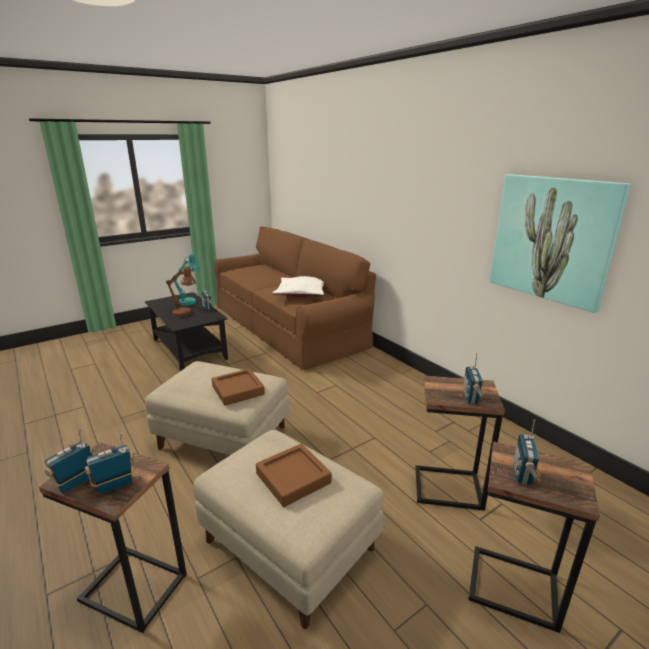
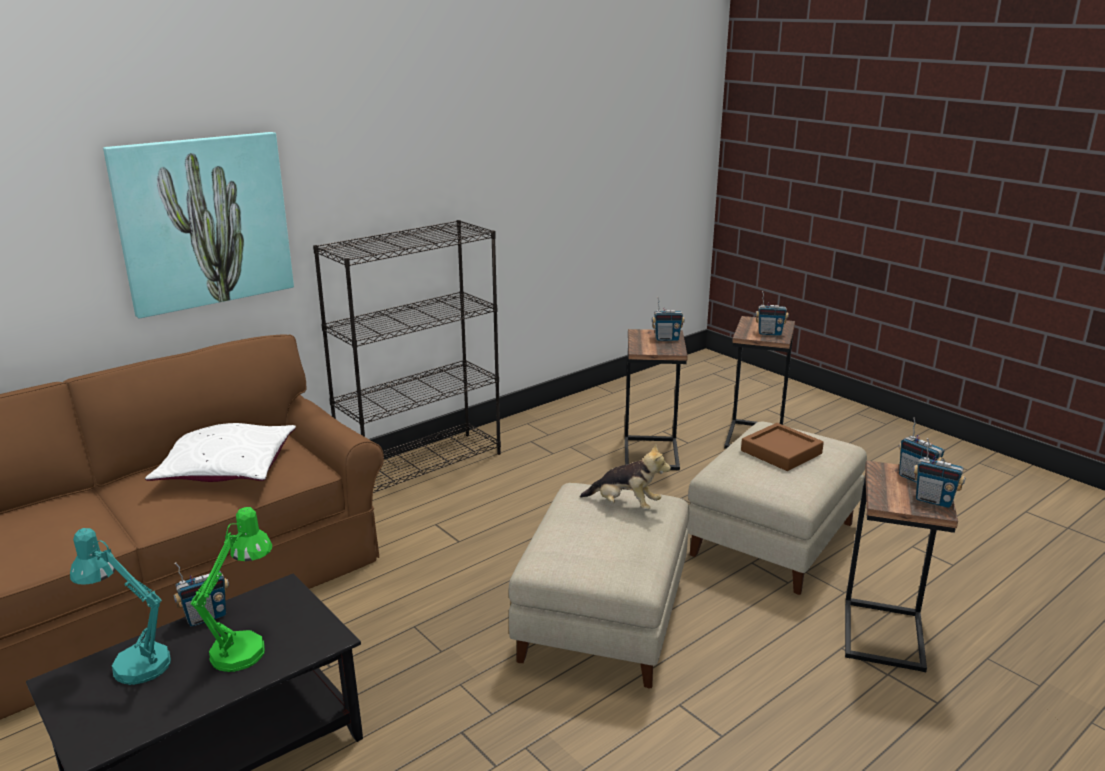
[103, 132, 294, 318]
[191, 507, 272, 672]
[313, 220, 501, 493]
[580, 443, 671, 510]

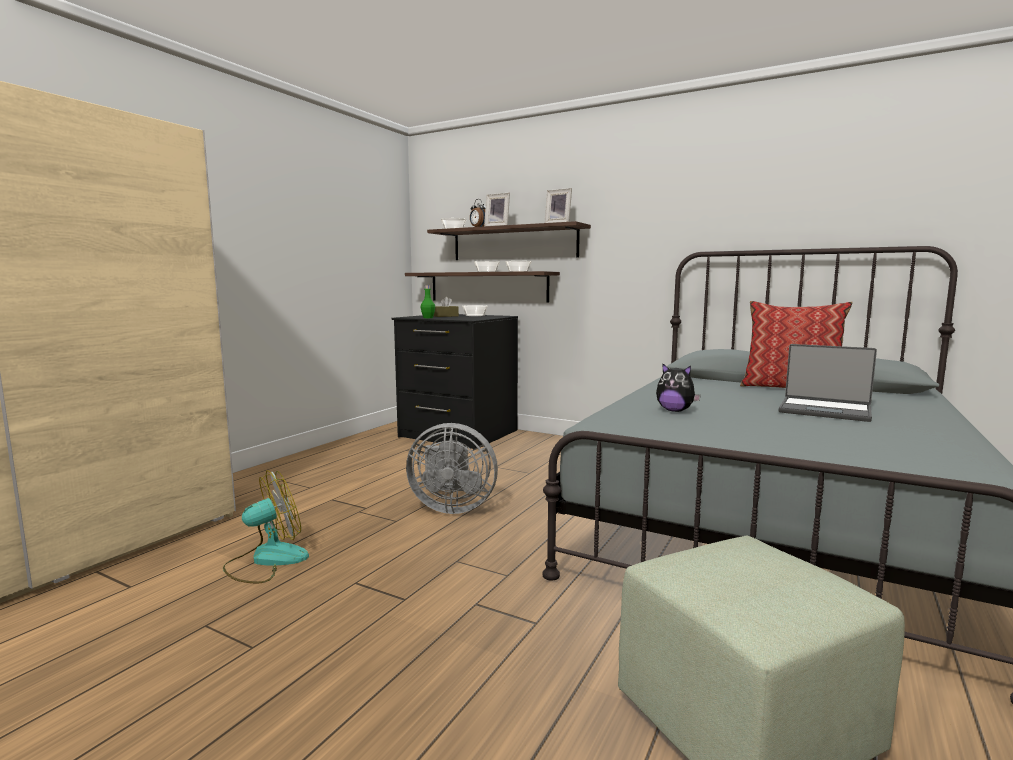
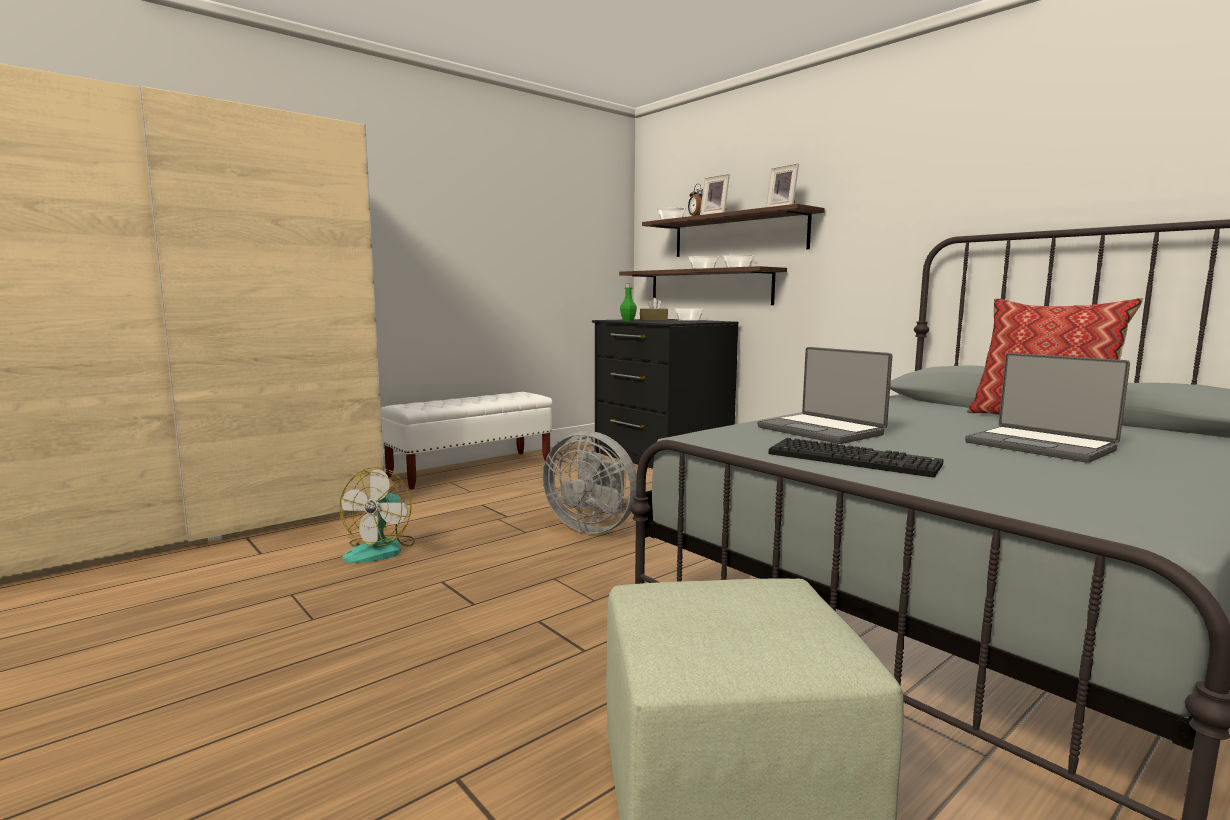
[339, 467, 415, 563]
[381, 392, 552, 490]
[757, 347, 892, 444]
[769, 438, 944, 478]

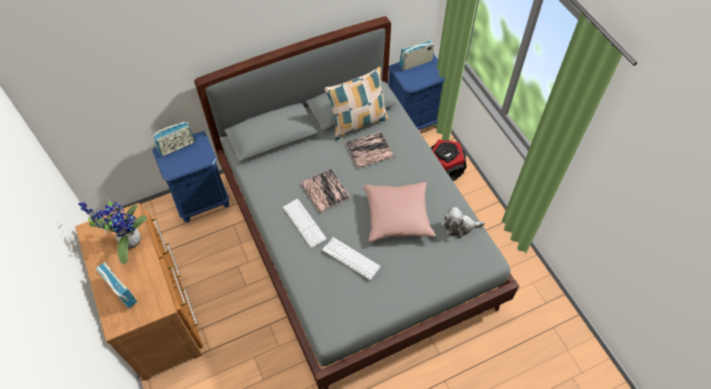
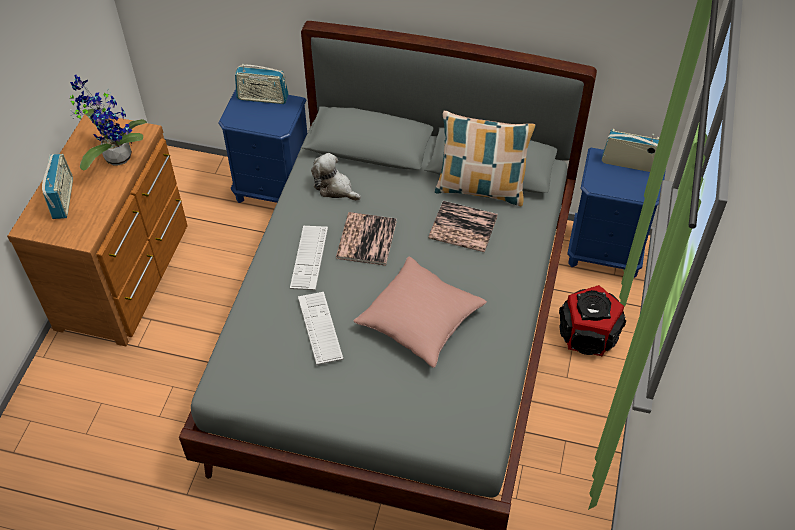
[311, 153, 361, 201]

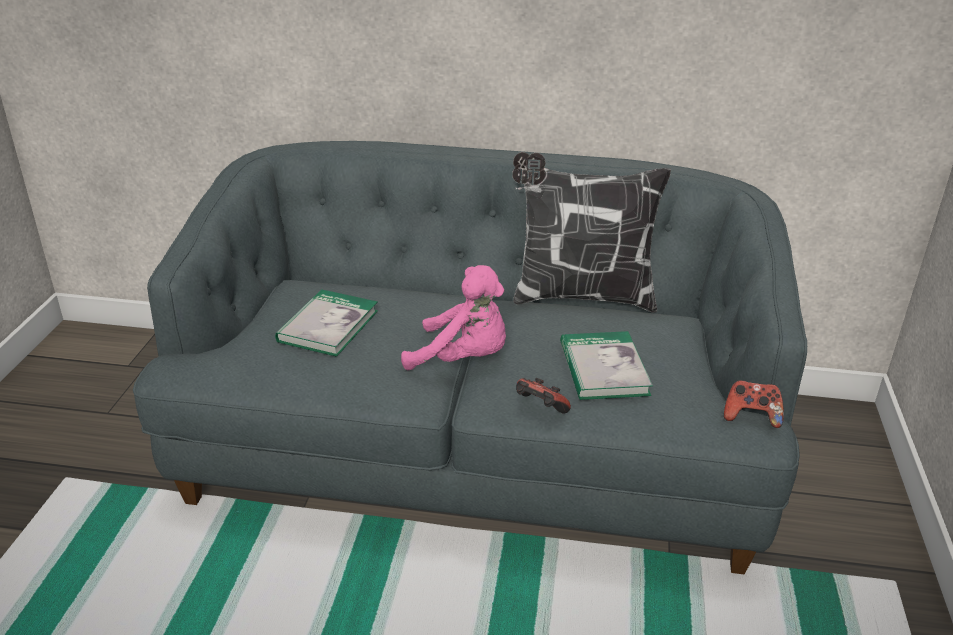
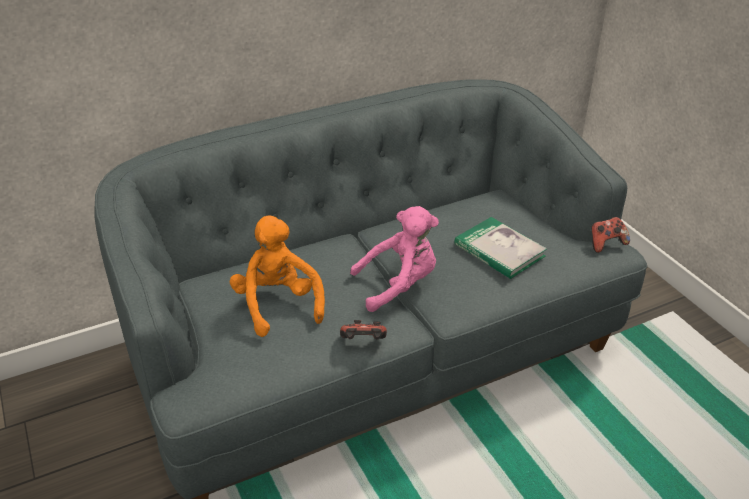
[230, 215, 325, 337]
[340, 320, 387, 340]
[512, 152, 671, 313] (first image)

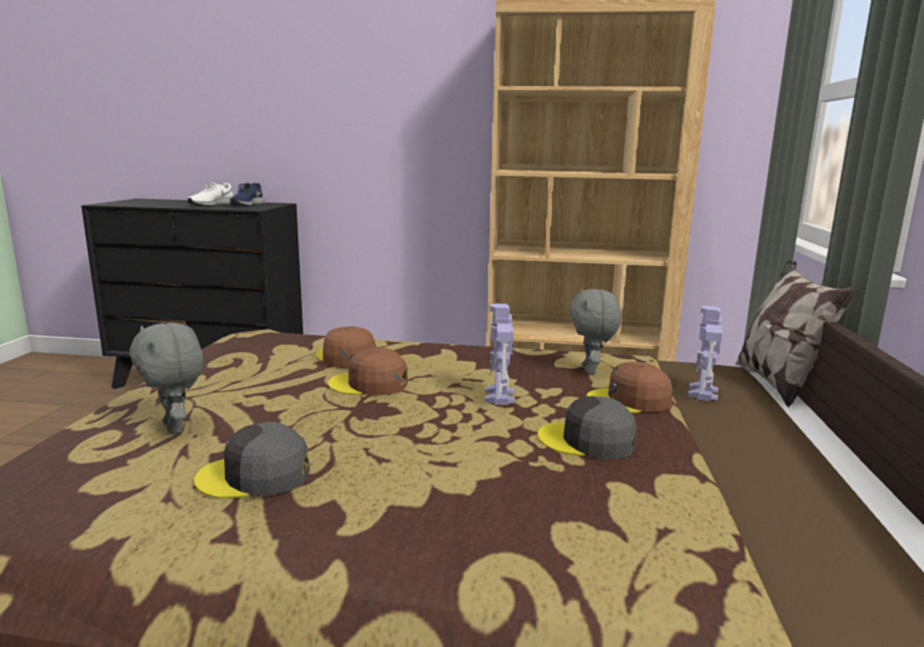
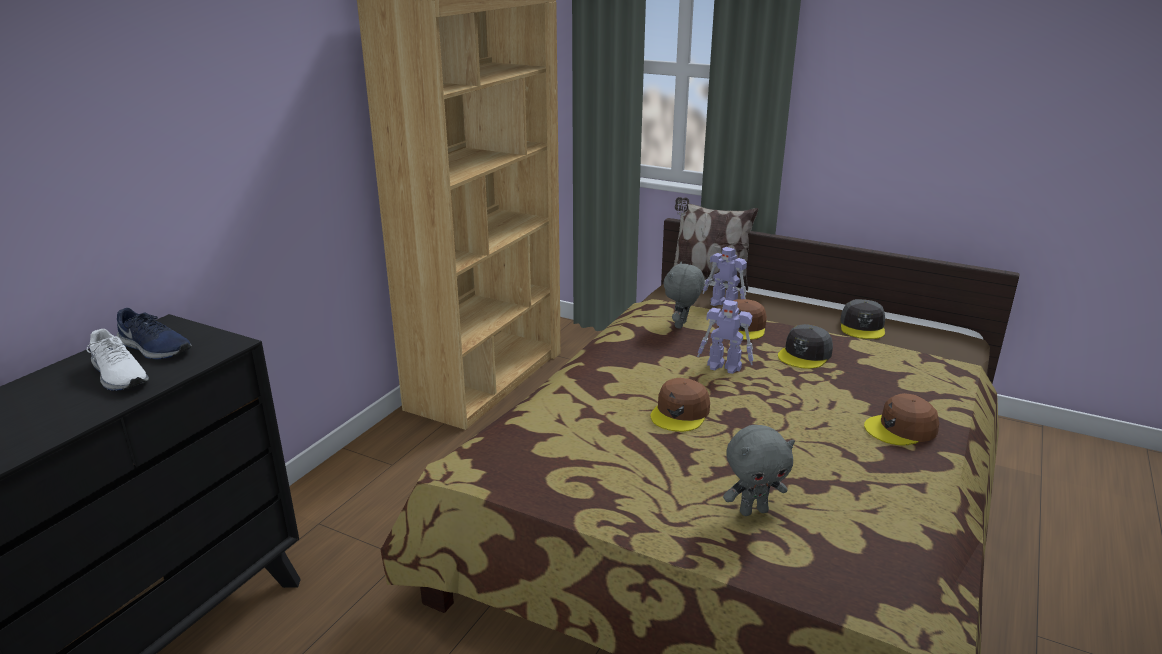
[664, 262, 705, 329]
[840, 299, 885, 339]
[864, 393, 939, 446]

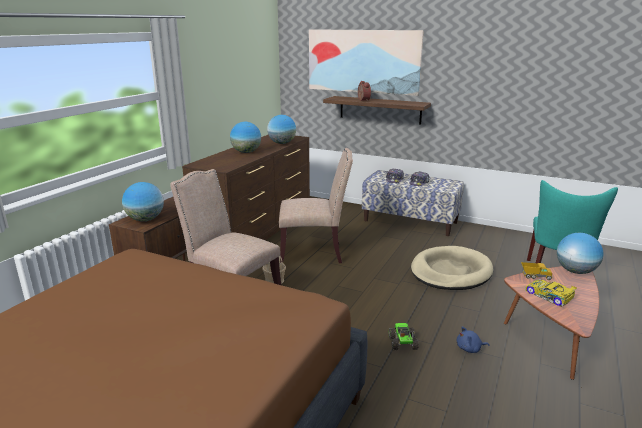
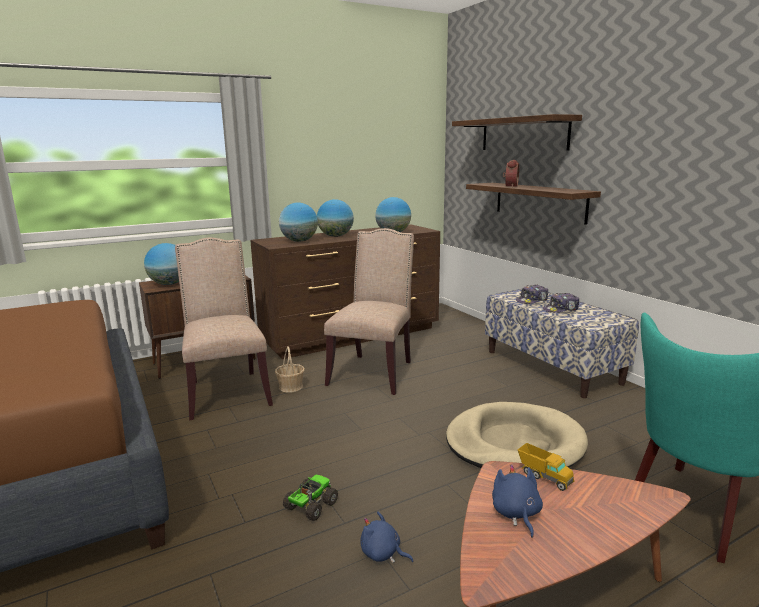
[279, 203, 318, 242]
[324, 228, 414, 395]
[452, 114, 582, 150]
[492, 465, 543, 538]

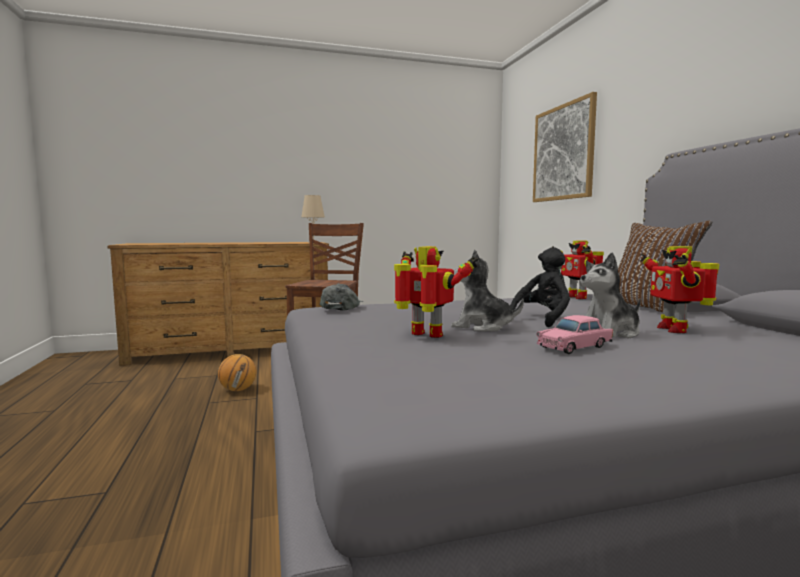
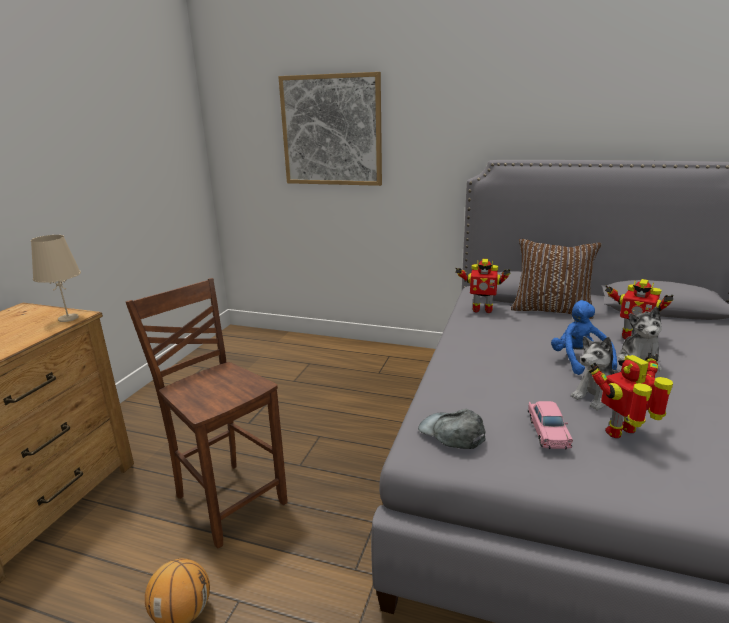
[528, 401, 573, 449]
[551, 300, 617, 375]

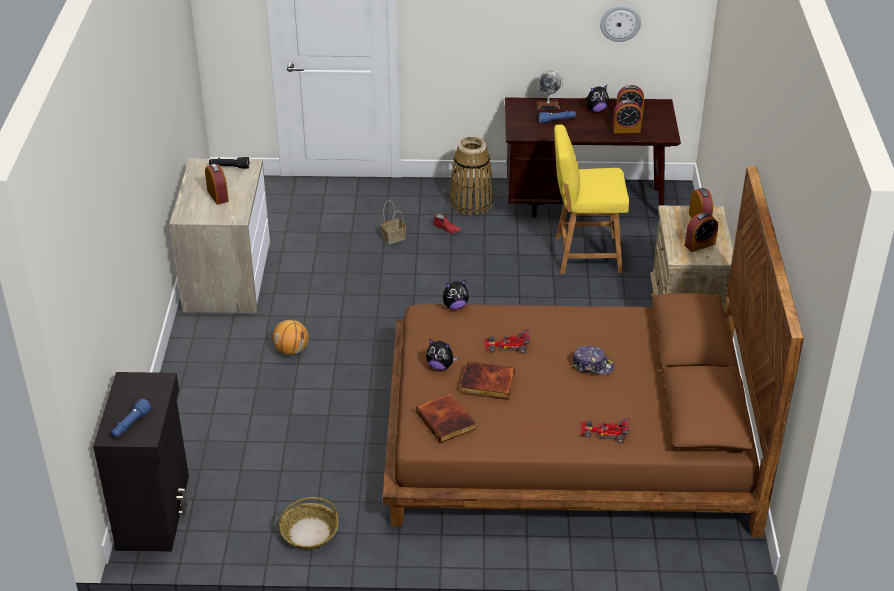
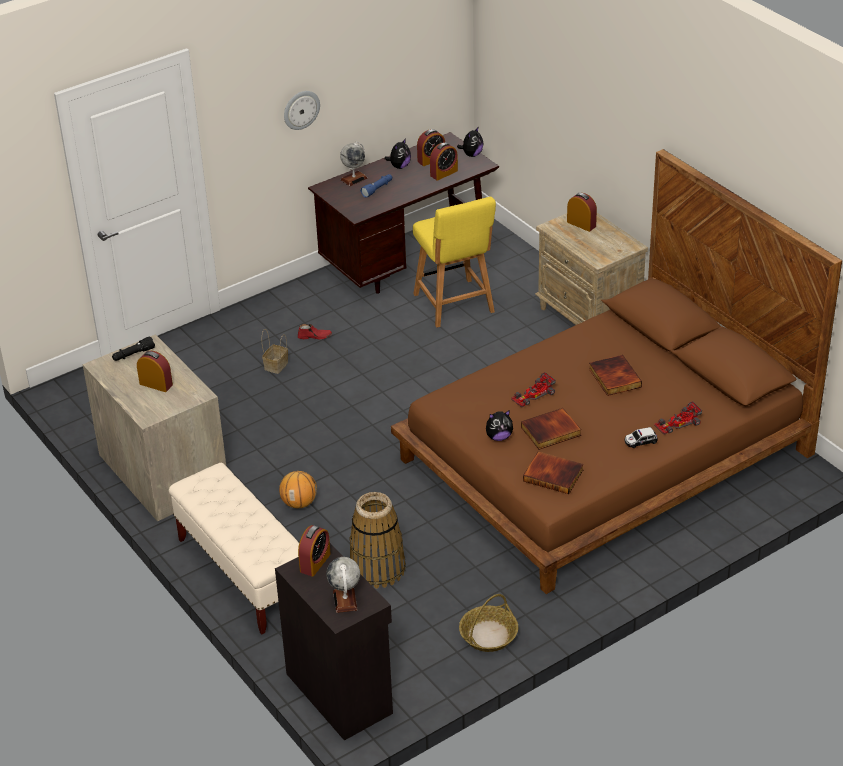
[169, 463, 299, 634]
[284, 91, 320, 130]
[298, 525, 331, 577]
[326, 557, 360, 613]
[349, 492, 406, 589]
[413, 197, 496, 327]
[457, 127, 483, 157]
[589, 355, 642, 396]
[625, 427, 657, 448]

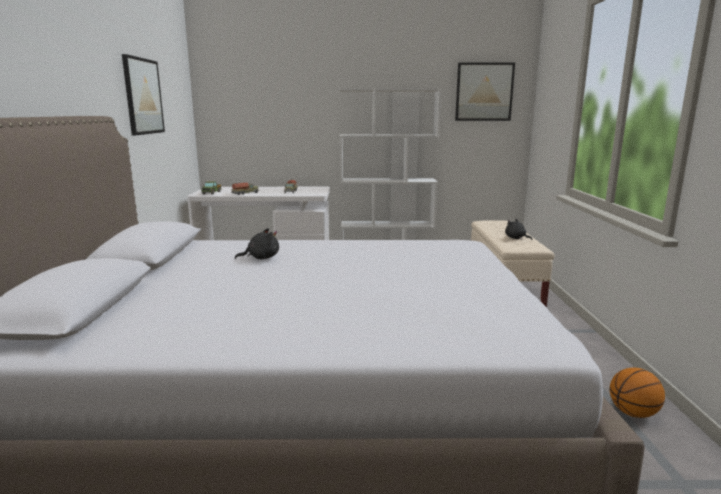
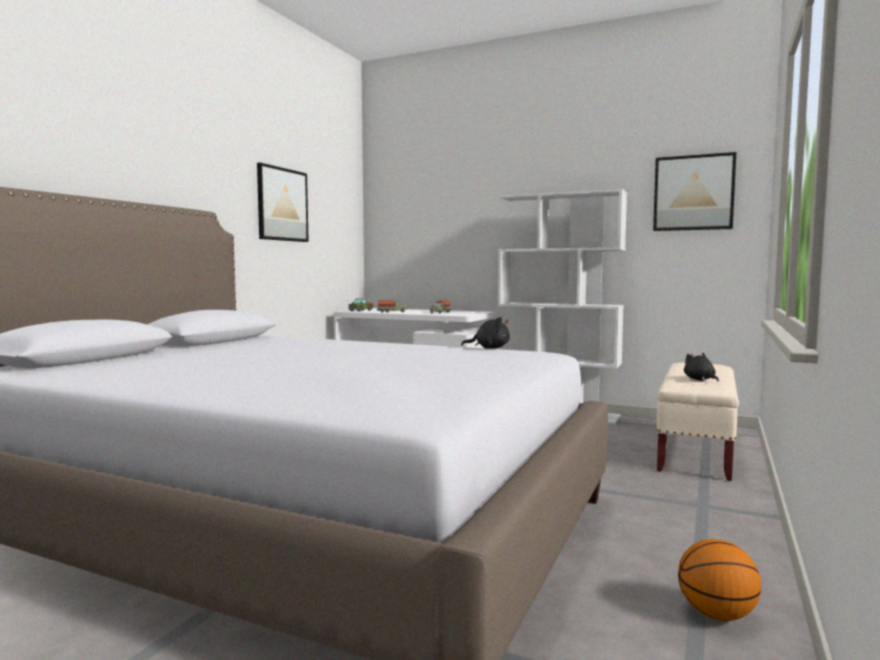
[461, 317, 510, 349]

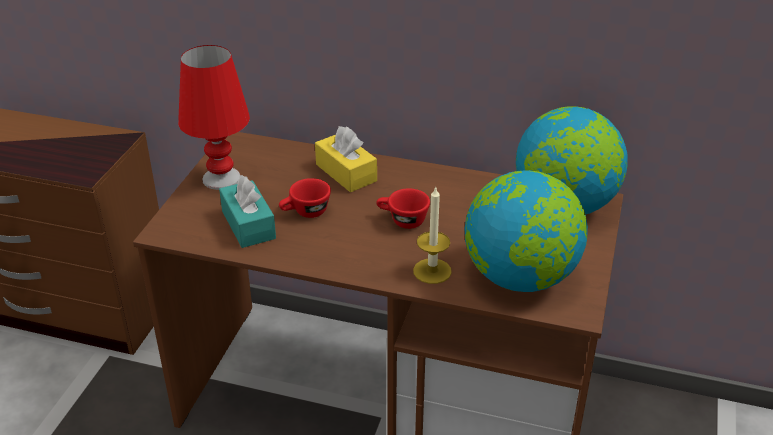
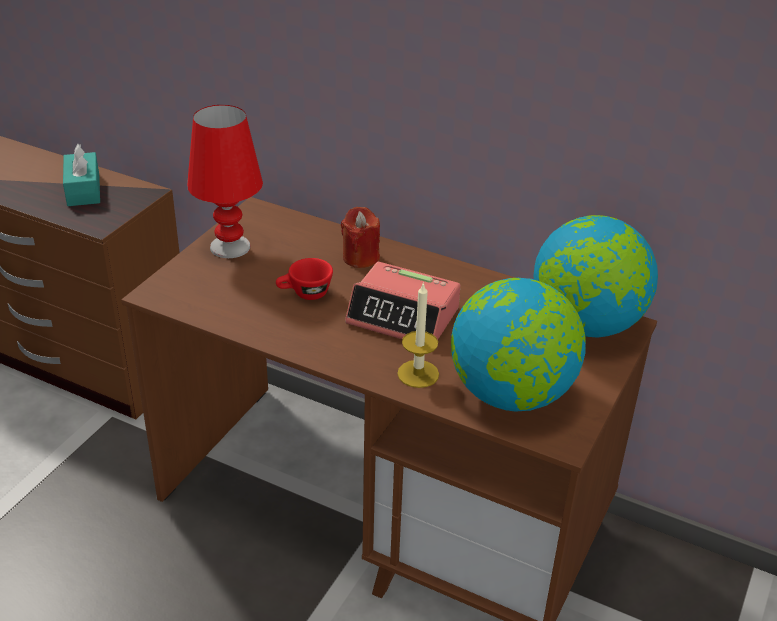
[63, 143, 100, 206]
[341, 207, 380, 268]
[345, 262, 460, 340]

